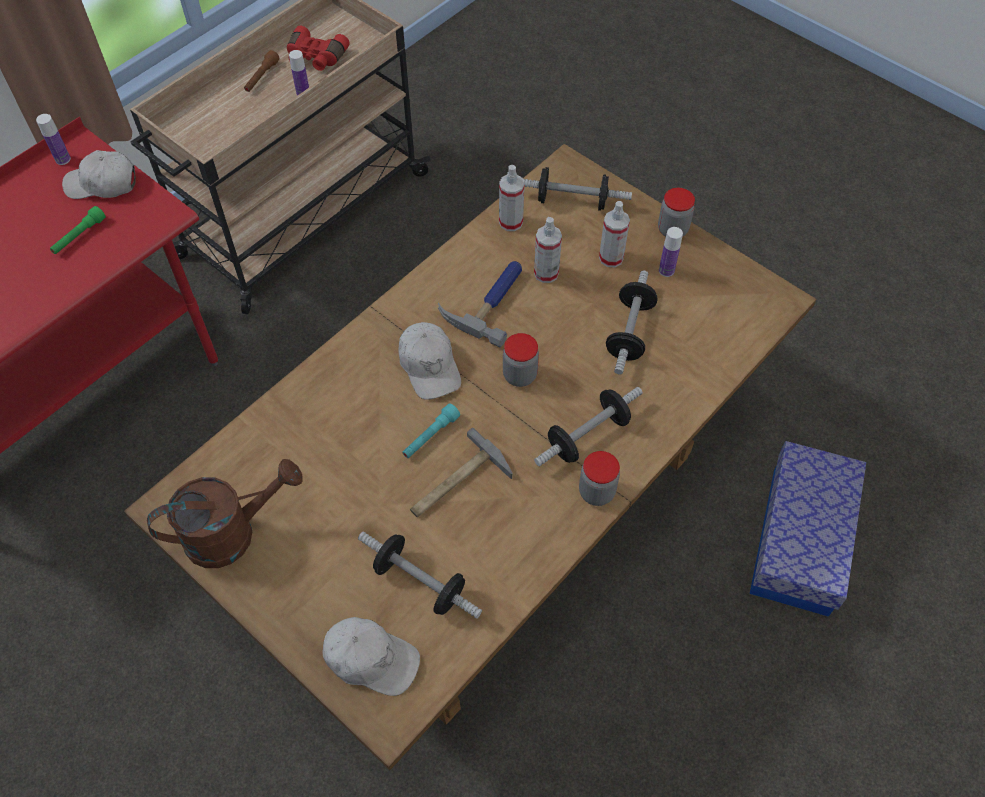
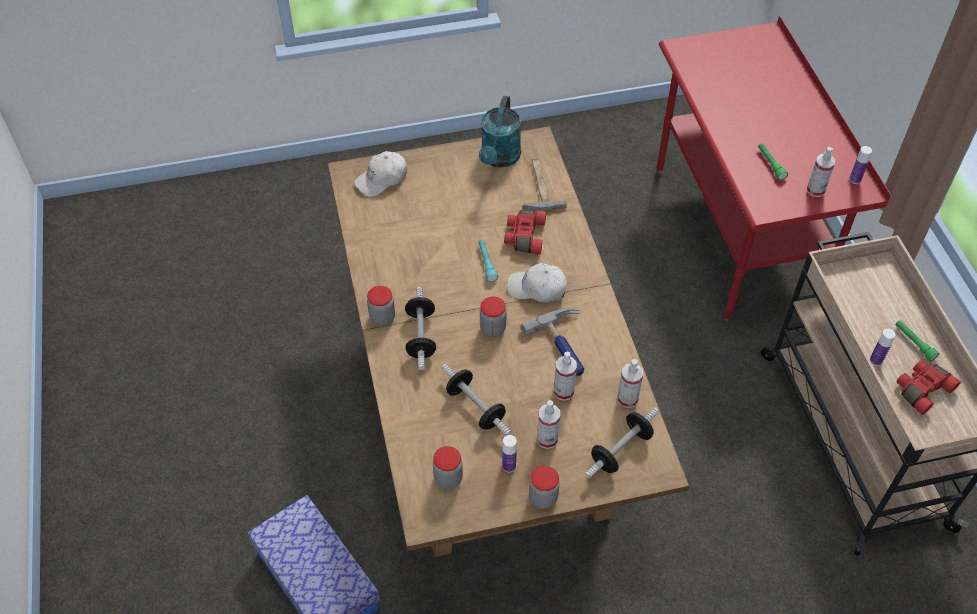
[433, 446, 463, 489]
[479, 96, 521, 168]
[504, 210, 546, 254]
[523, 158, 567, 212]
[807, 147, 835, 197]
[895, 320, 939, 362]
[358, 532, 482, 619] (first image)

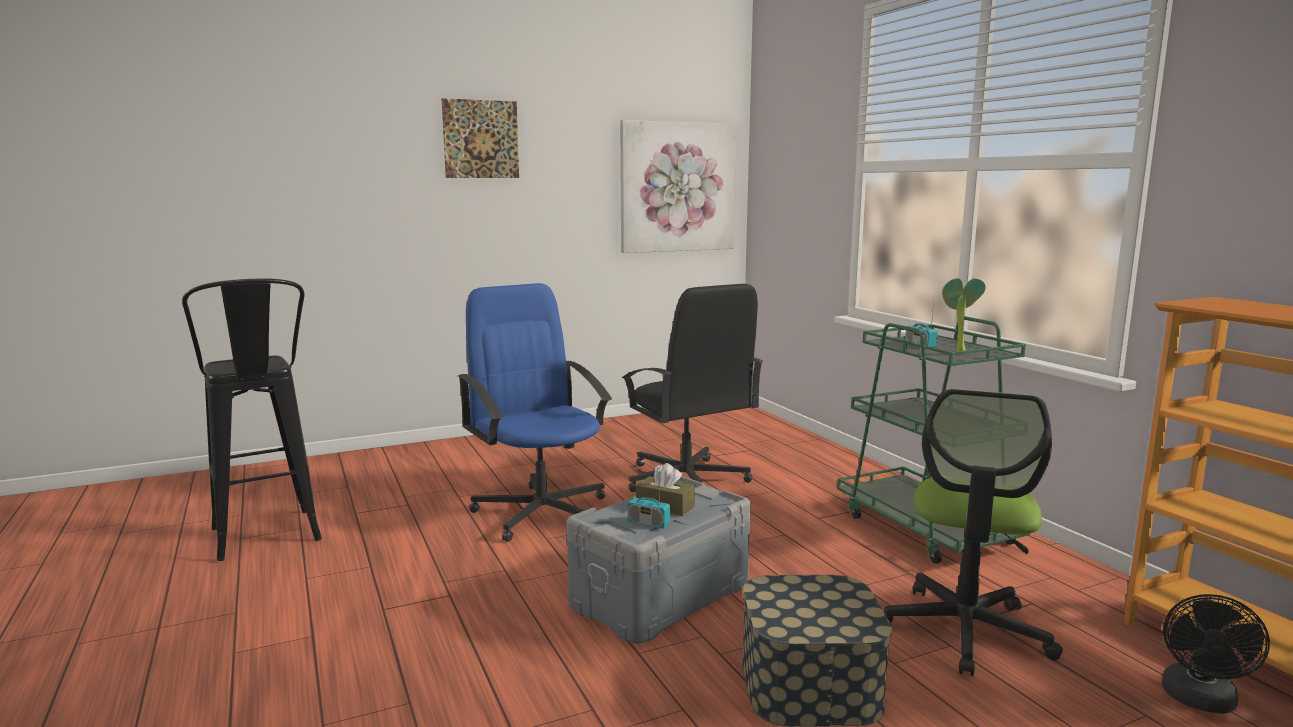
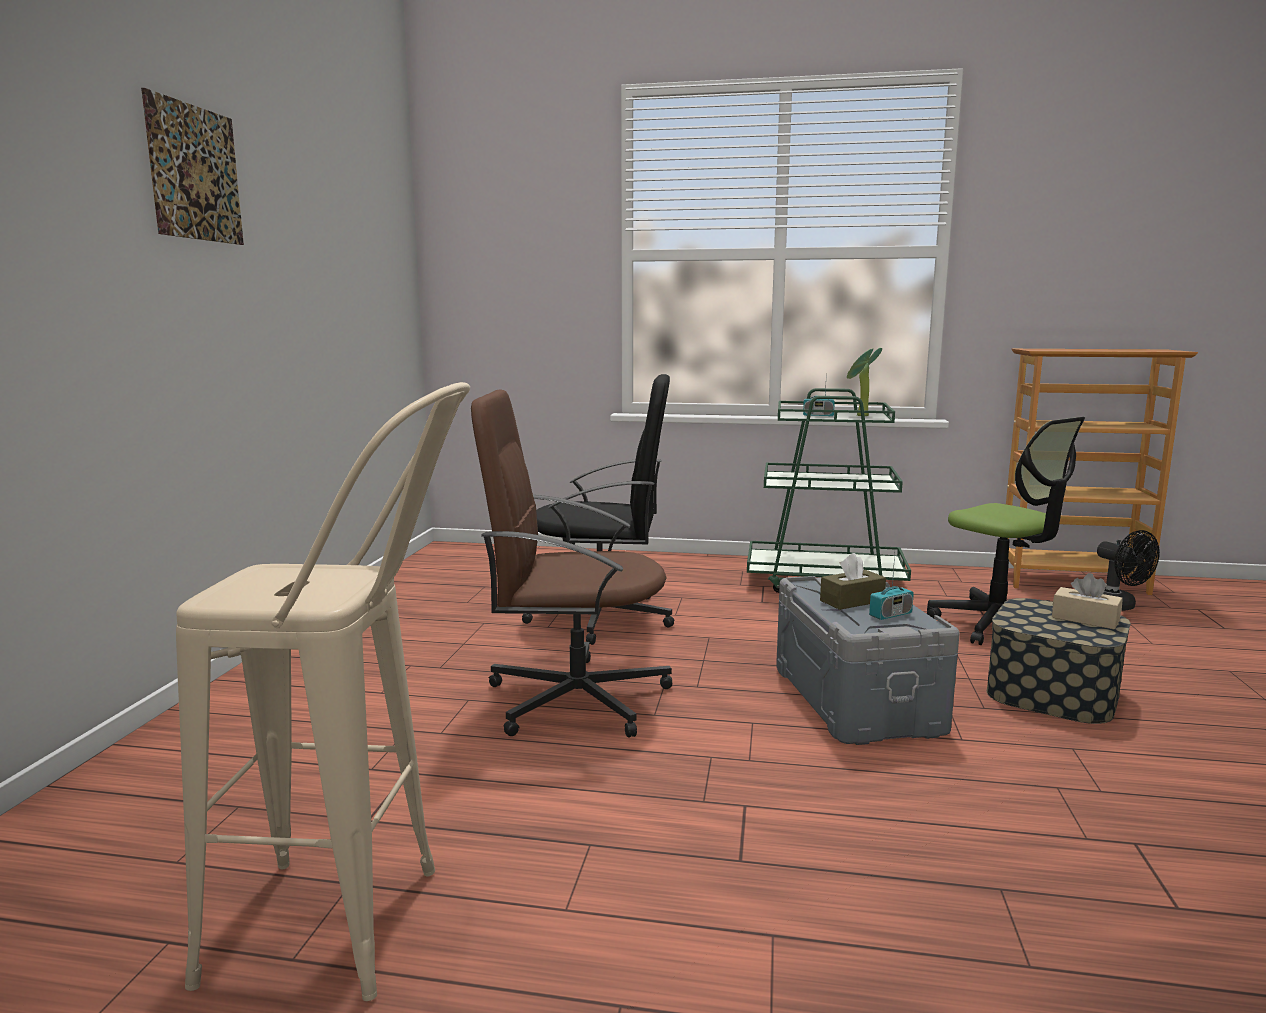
[176, 382, 470, 1001]
[471, 390, 672, 738]
[1052, 573, 1123, 629]
[620, 120, 736, 253] (first image)

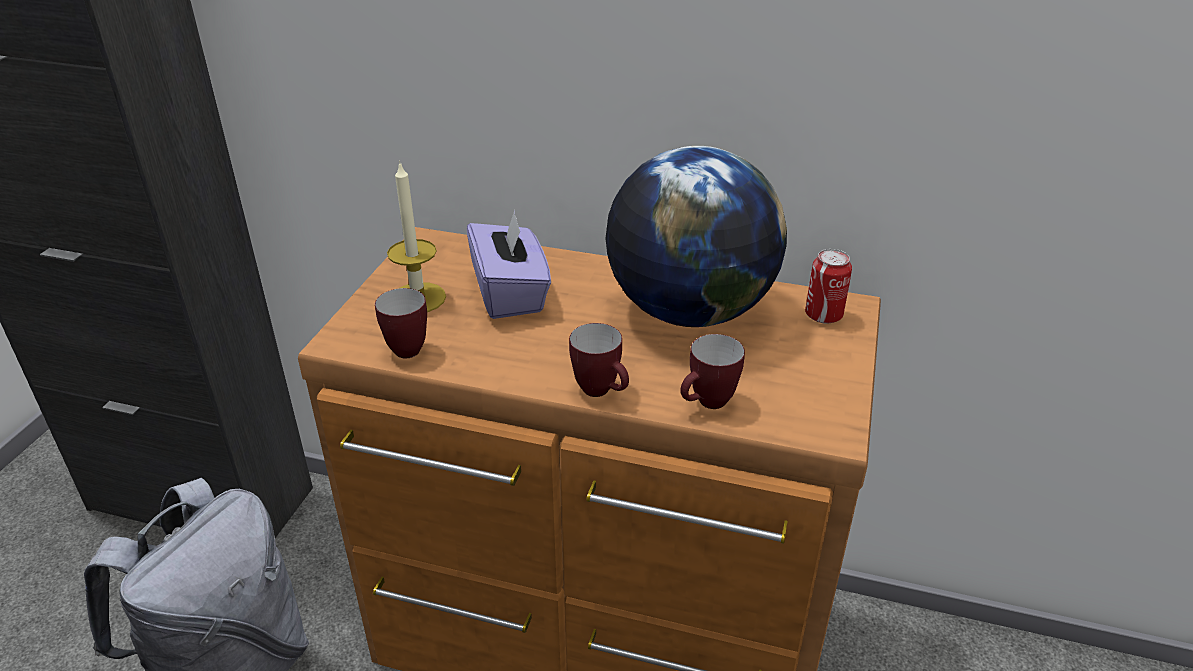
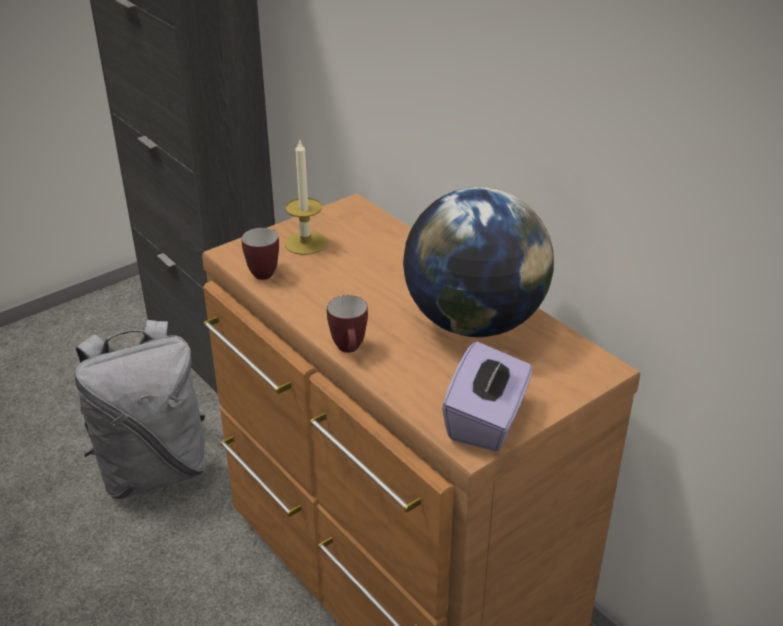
[442, 342, 532, 452]
[680, 334, 745, 409] (first image)
[805, 249, 852, 324] (first image)

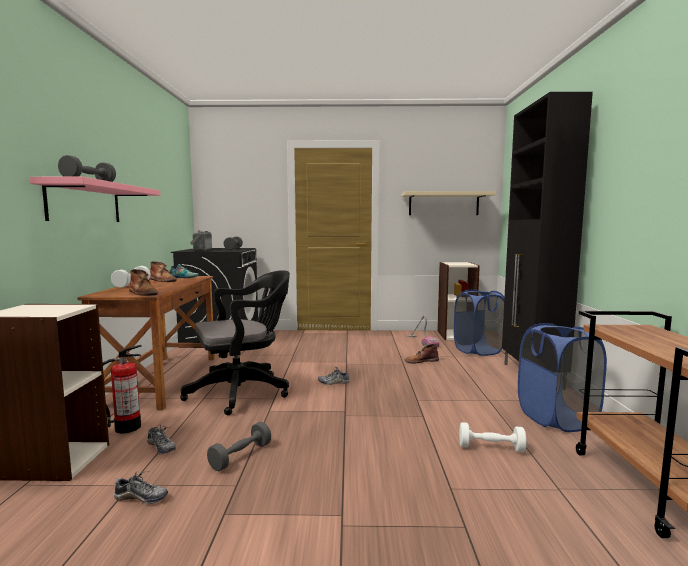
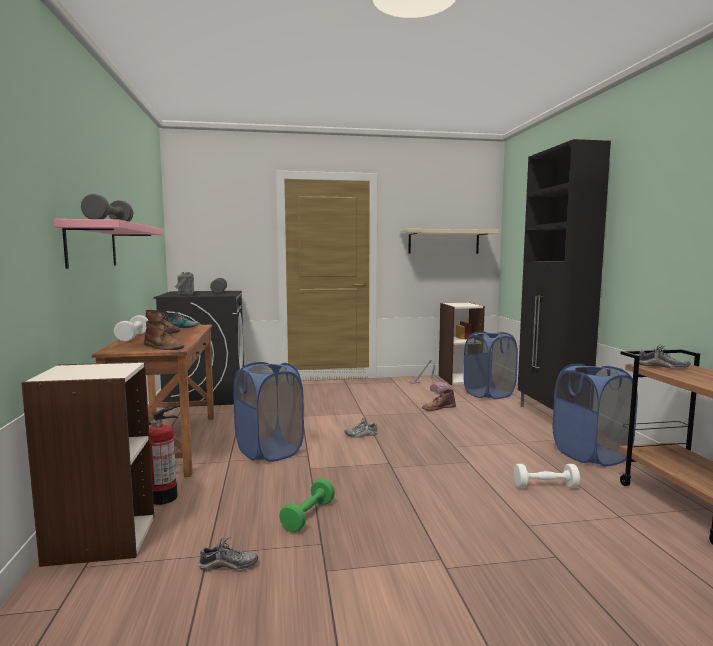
[233, 362, 304, 462]
[279, 479, 335, 532]
[639, 344, 691, 369]

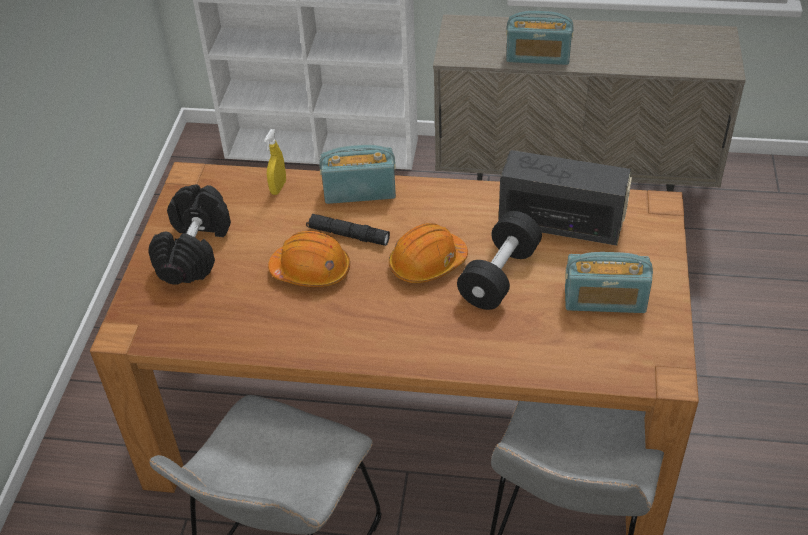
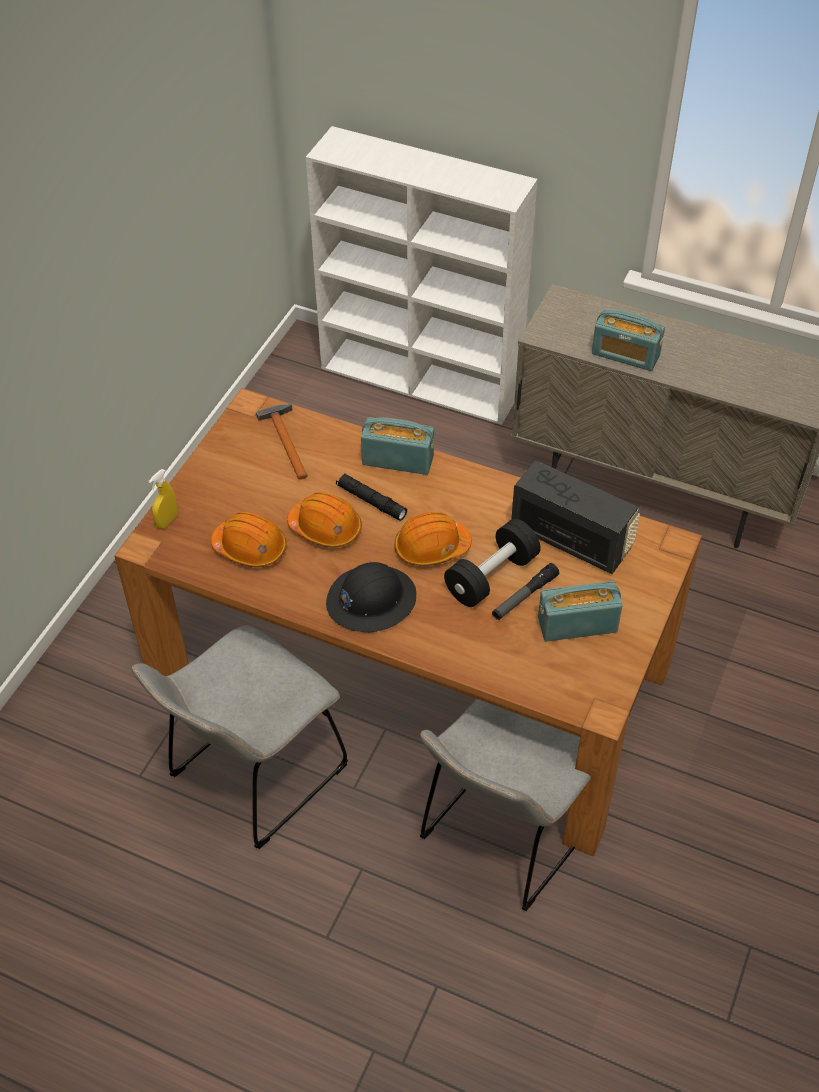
[148, 469, 178, 529]
[211, 512, 287, 567]
[256, 404, 308, 480]
[326, 562, 416, 633]
[492, 563, 559, 620]
[538, 581, 622, 642]
[149, 184, 231, 285] (first image)

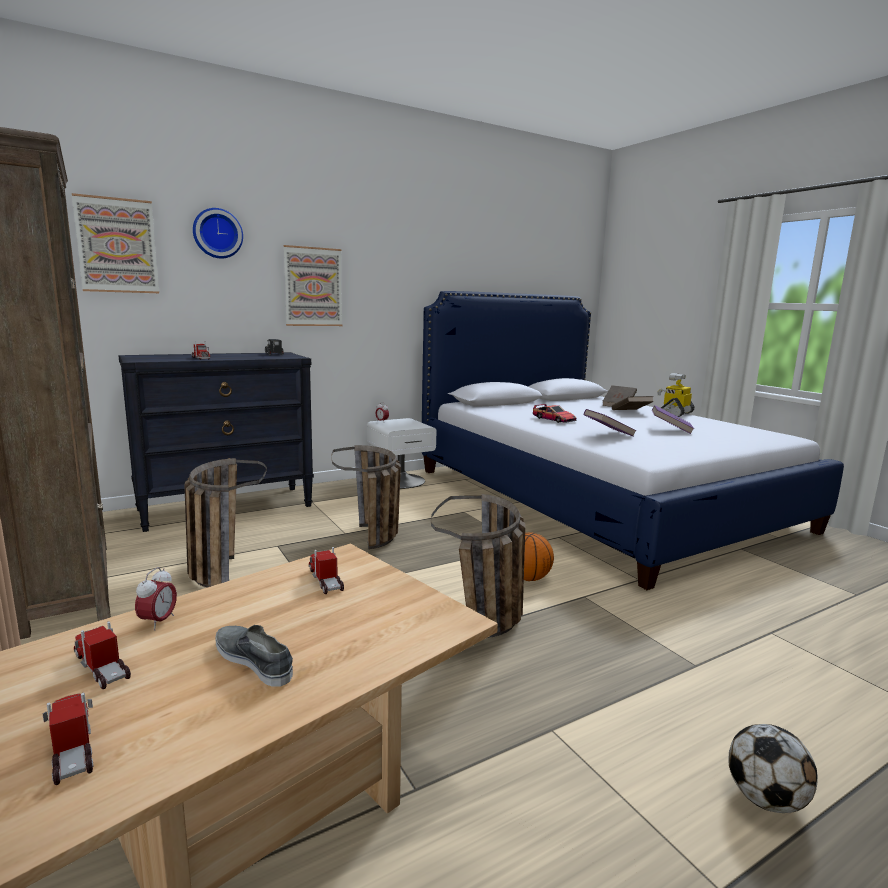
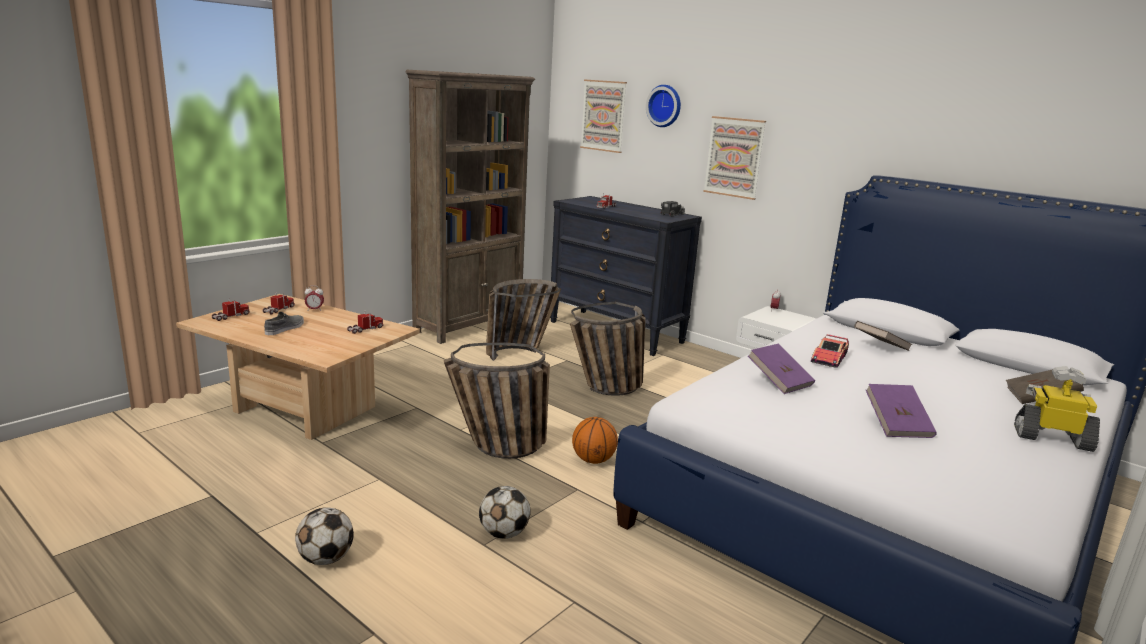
[479, 486, 531, 539]
[854, 321, 912, 351]

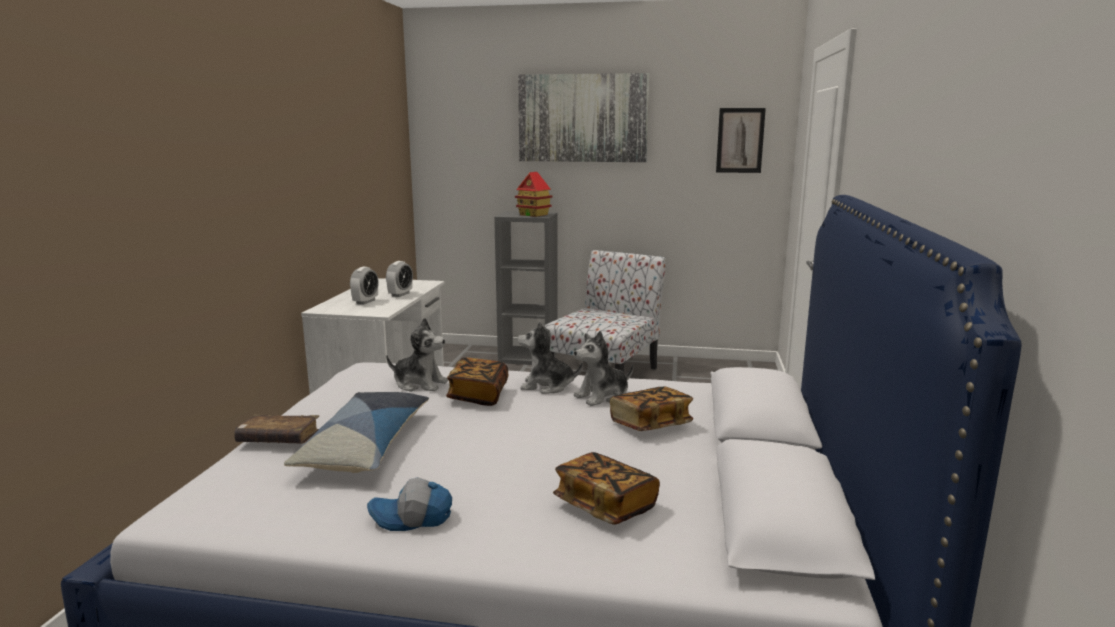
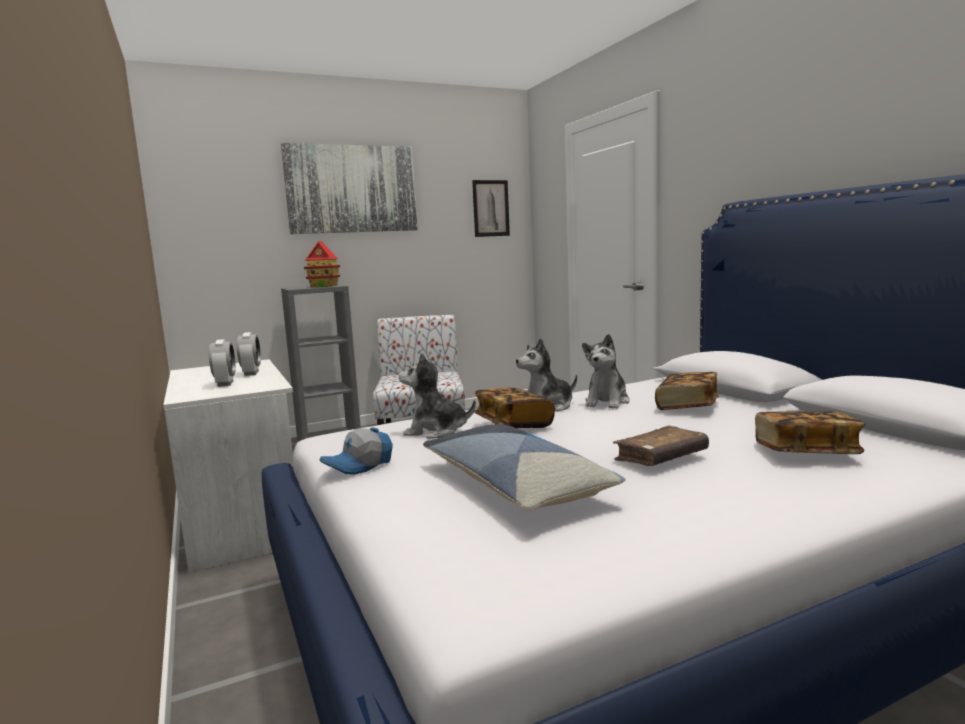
[320, 427, 393, 475]
[399, 353, 476, 439]
[613, 426, 709, 466]

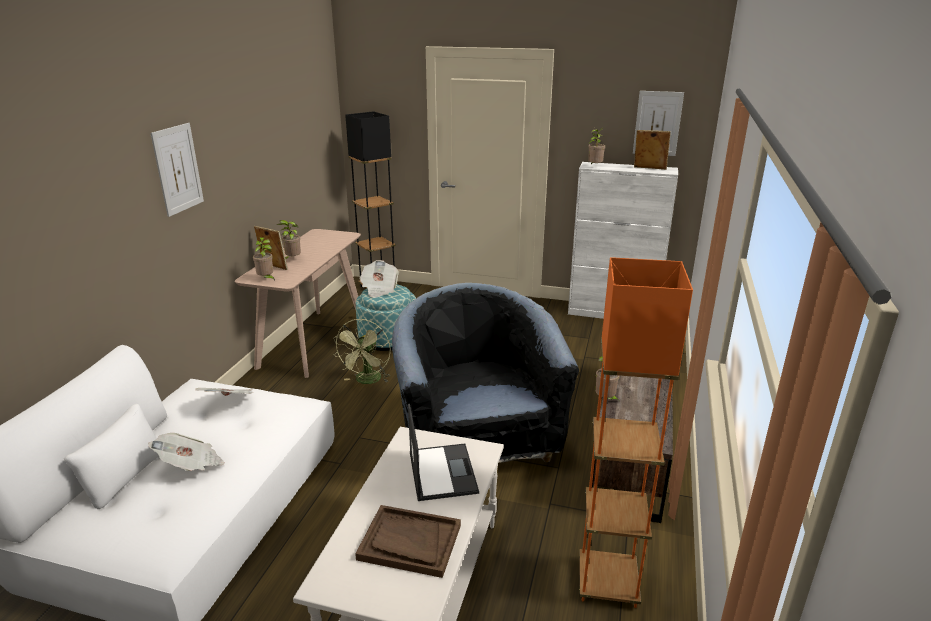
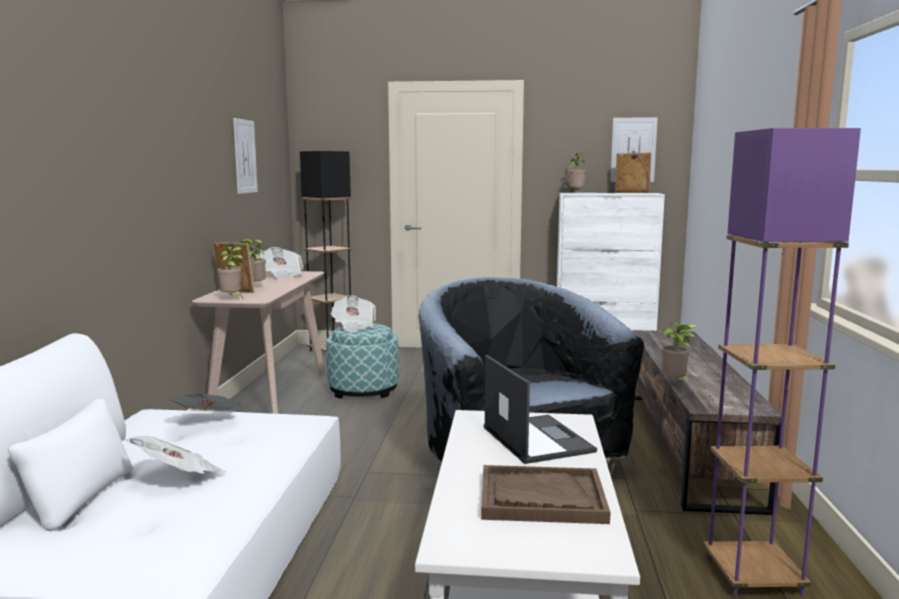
[233, 118, 258, 194]
[259, 247, 303, 279]
[703, 128, 861, 596]
[333, 319, 391, 384] (first image)

